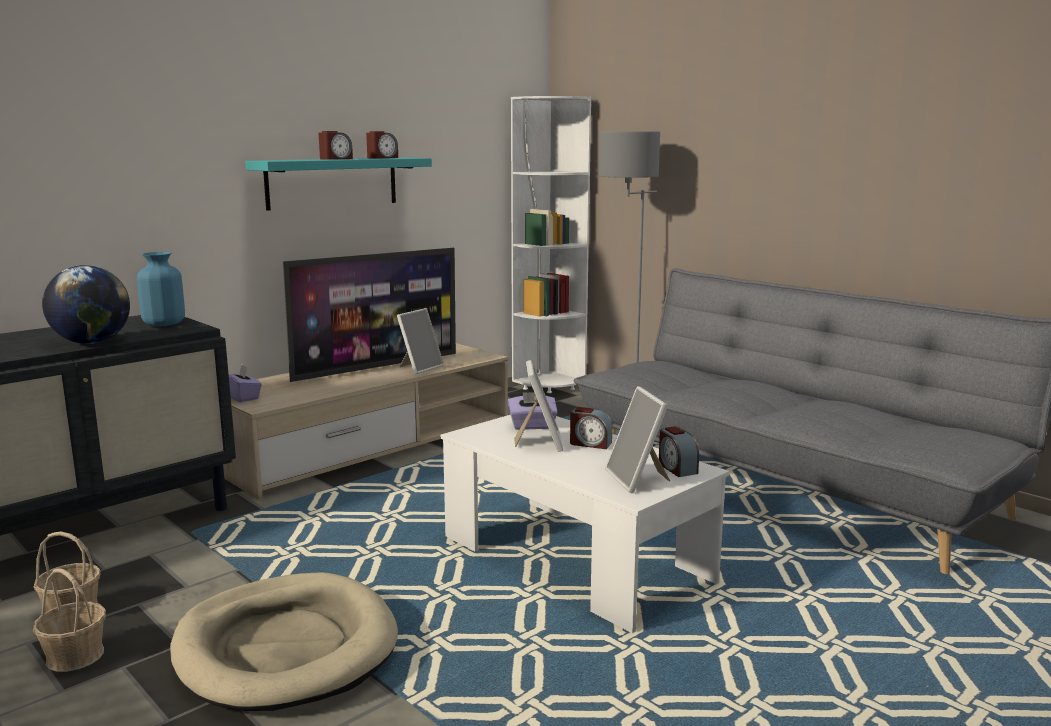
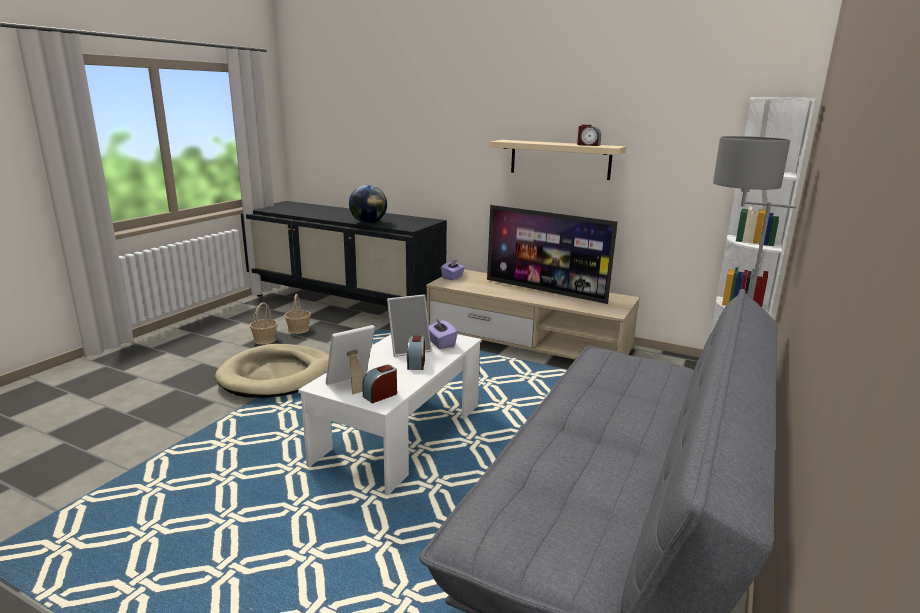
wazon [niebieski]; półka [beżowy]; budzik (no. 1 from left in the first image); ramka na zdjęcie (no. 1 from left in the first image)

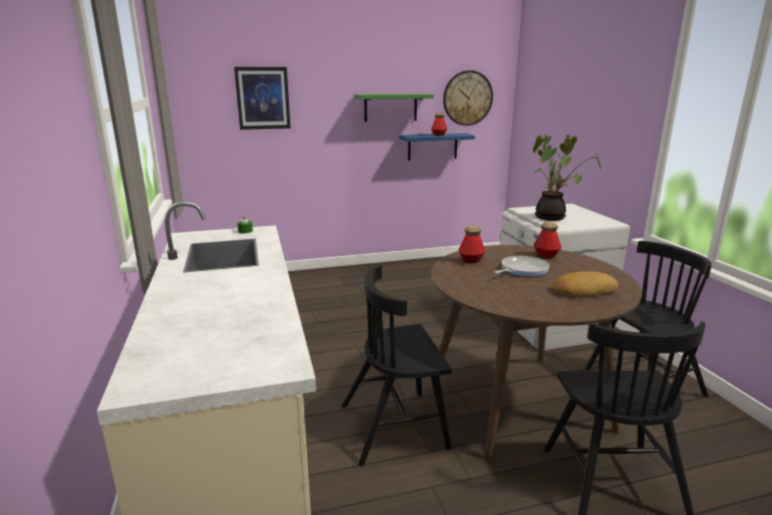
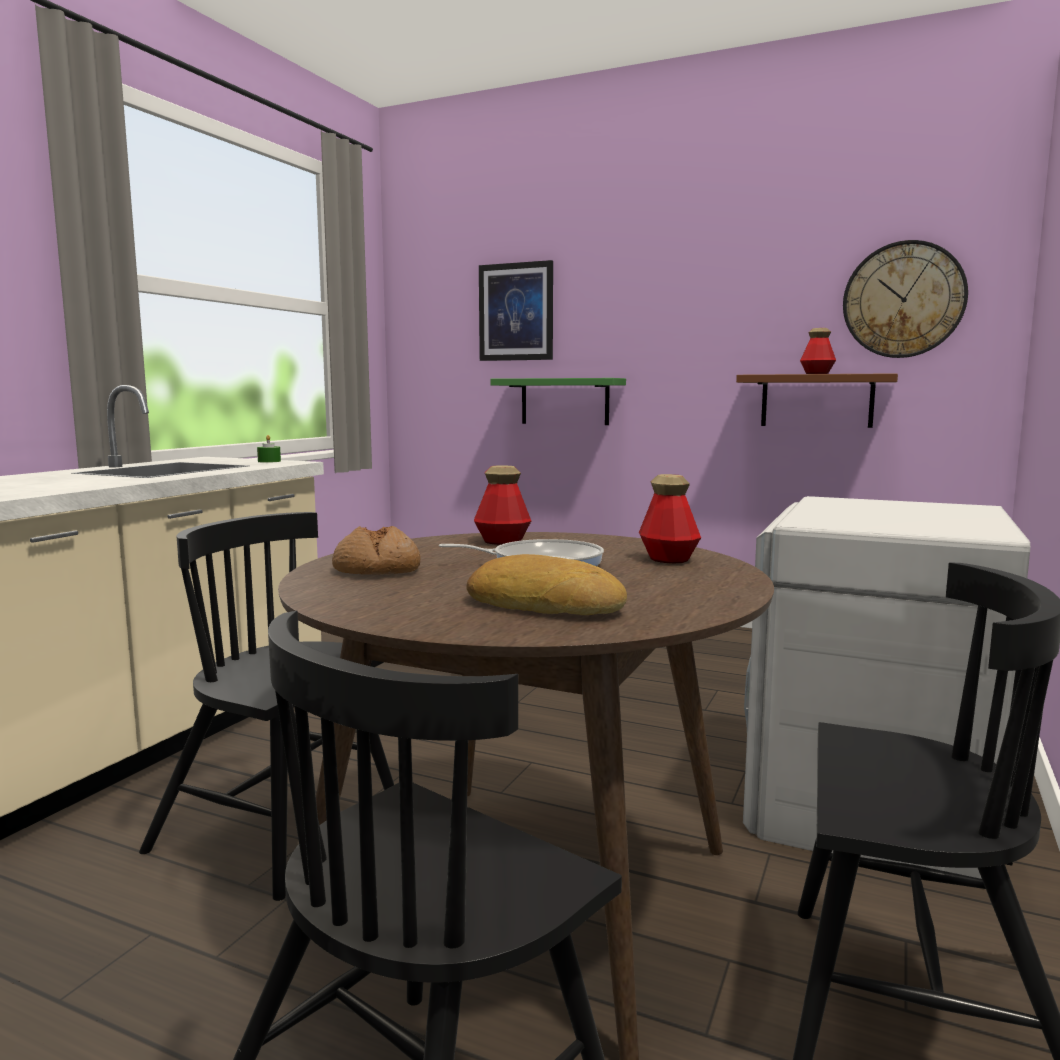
półka [zielony]; półka [brązowy]; roślina doniczkowa; chleb (no. 1 from left)

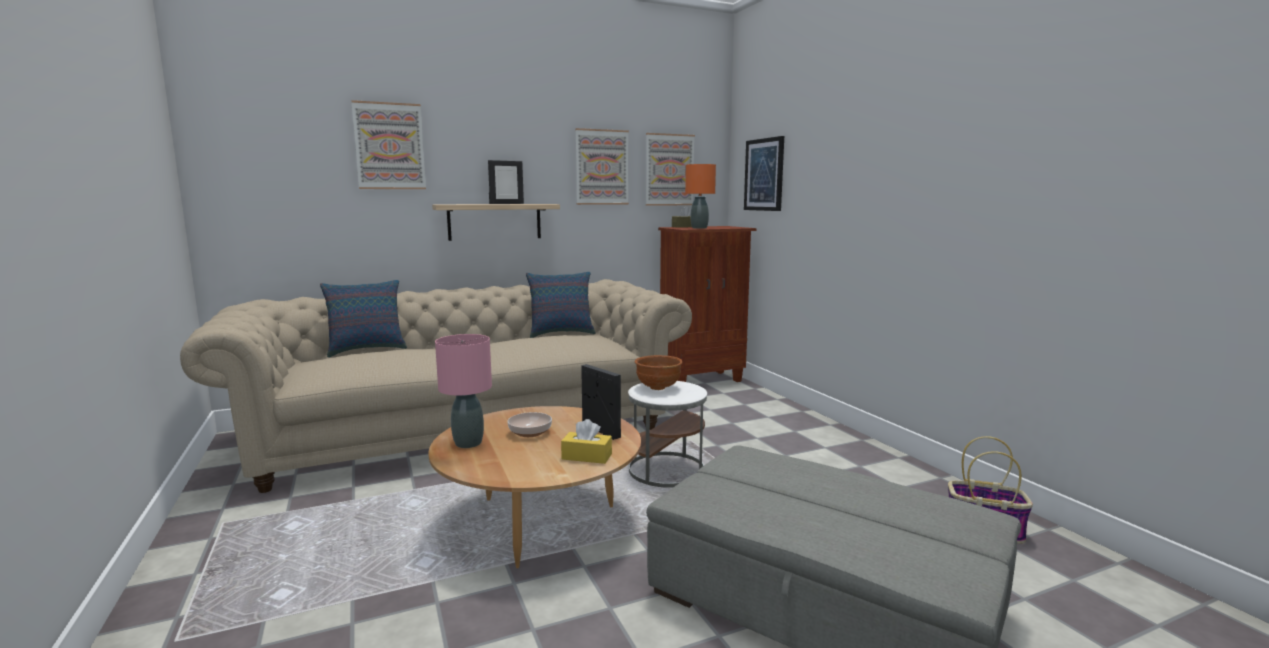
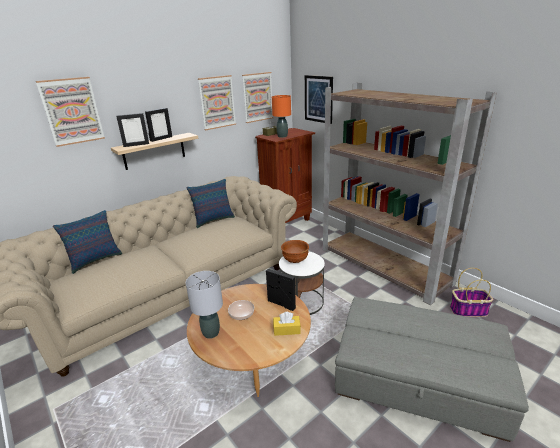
lampa stołowa [szary]; ramka na zdjęcie (no. 1 from left); regał [brązowy]

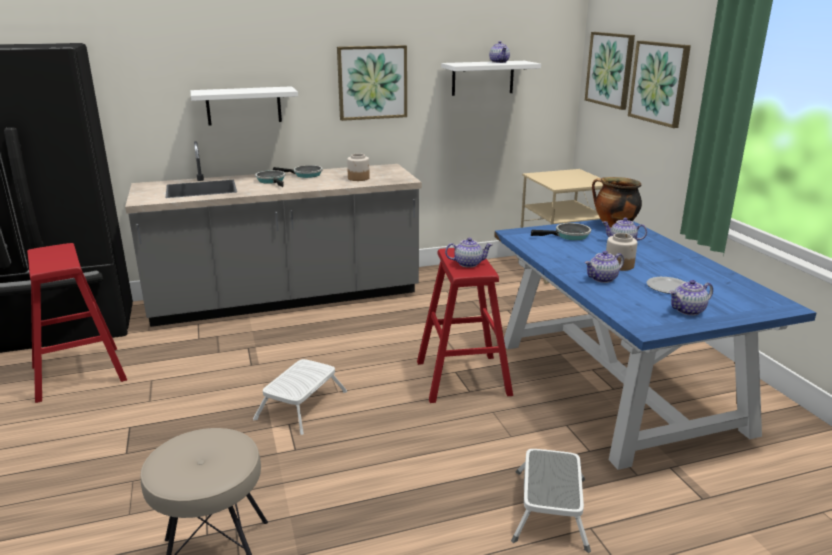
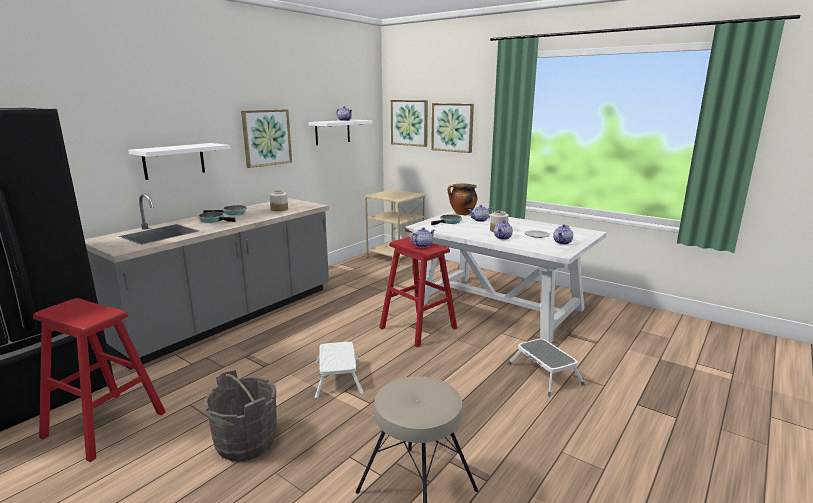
stół jadalny [biały]; wiadro [szary]

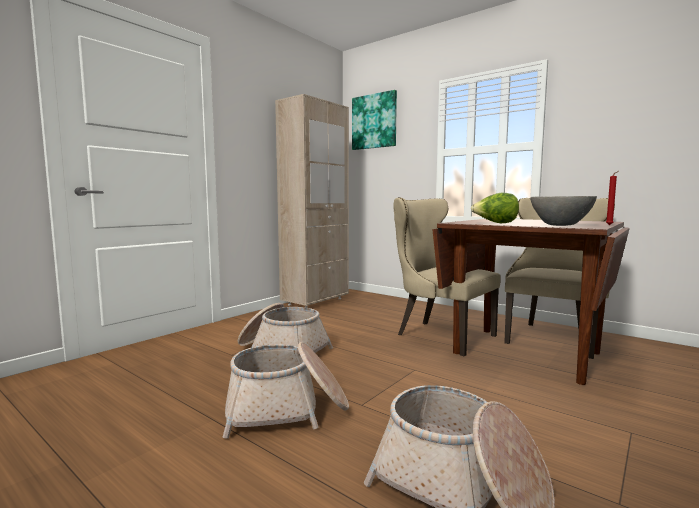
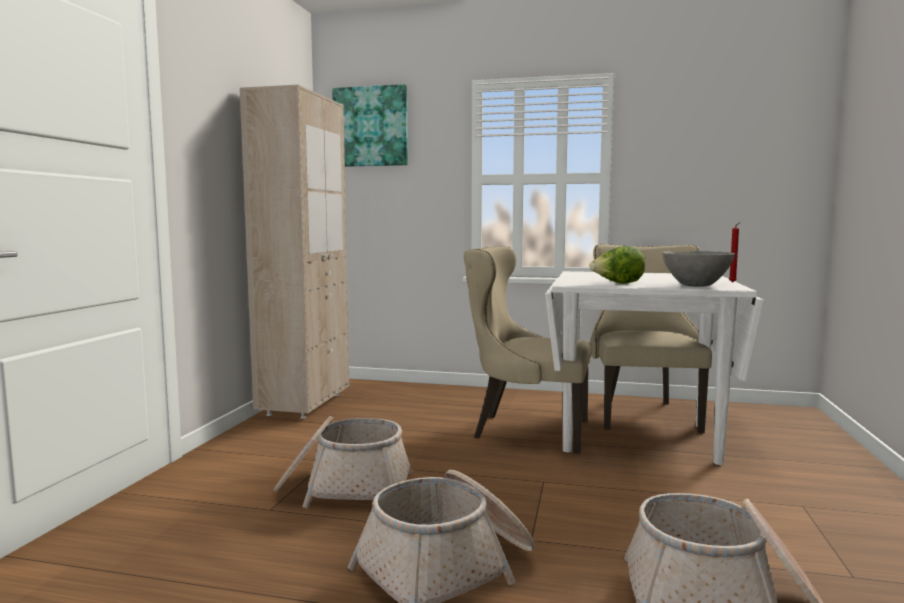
stół jadalny [biały]

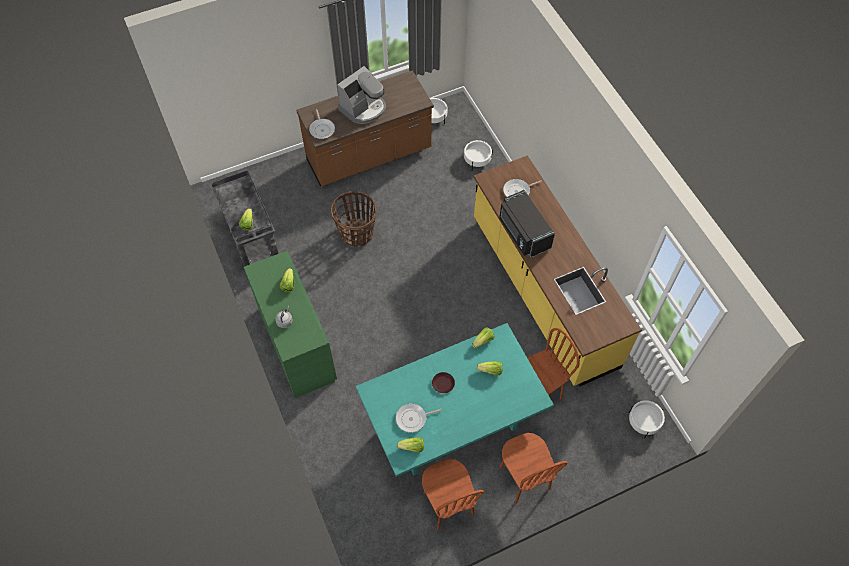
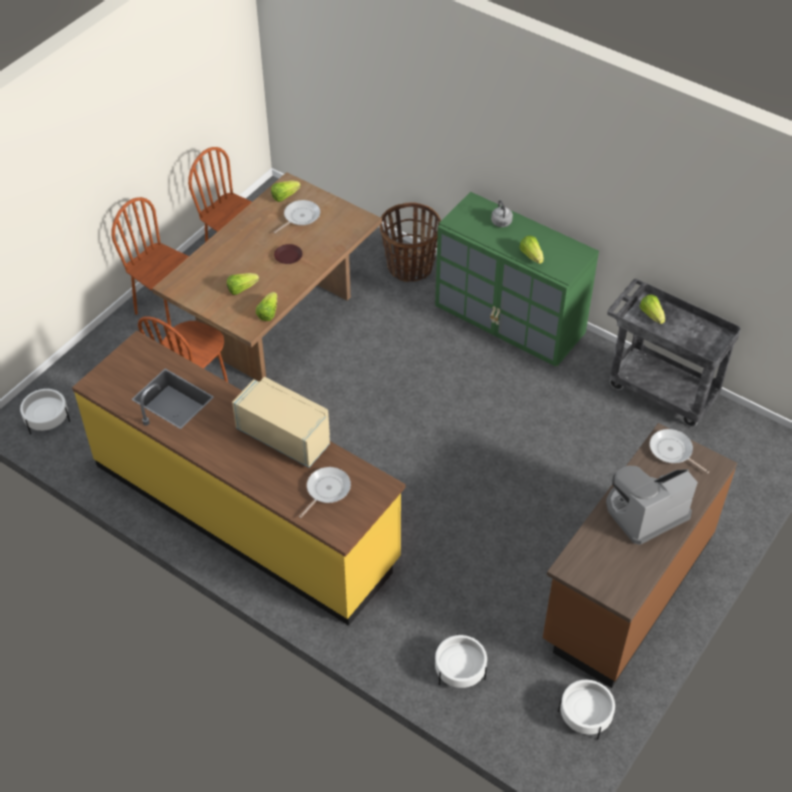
koszyk; ekspres do kawy; stół jadalny [brązowy]; mikrofalówka [beżowy]

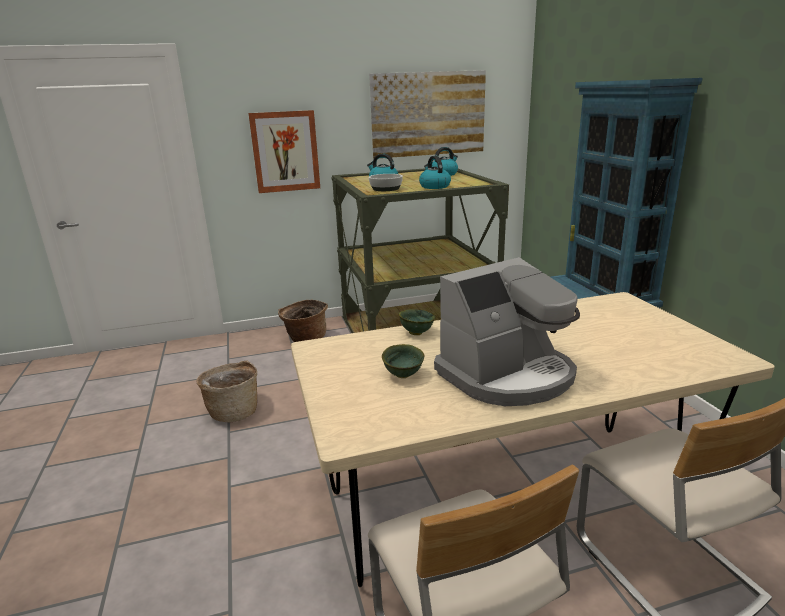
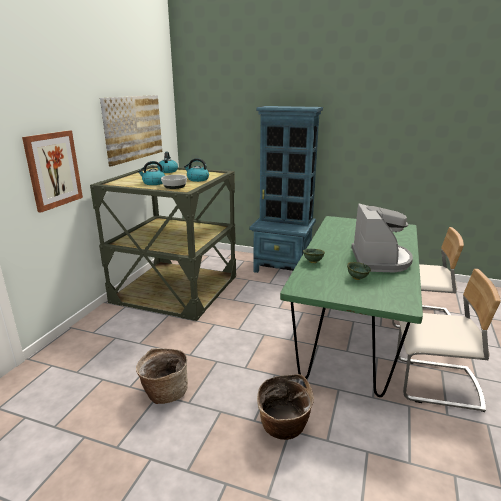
koszyk (no. 2 from left); stół jadalny [zielony]

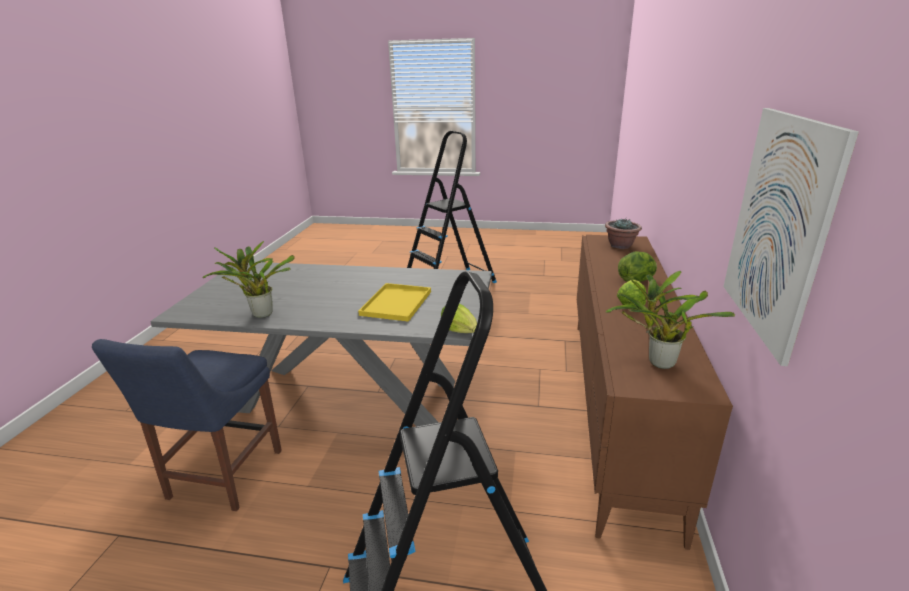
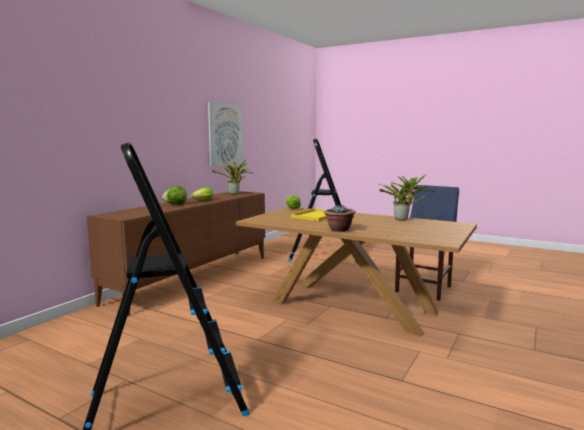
stół jadalny [brązowy]; roślina doniczkowa (no. 2 from left)

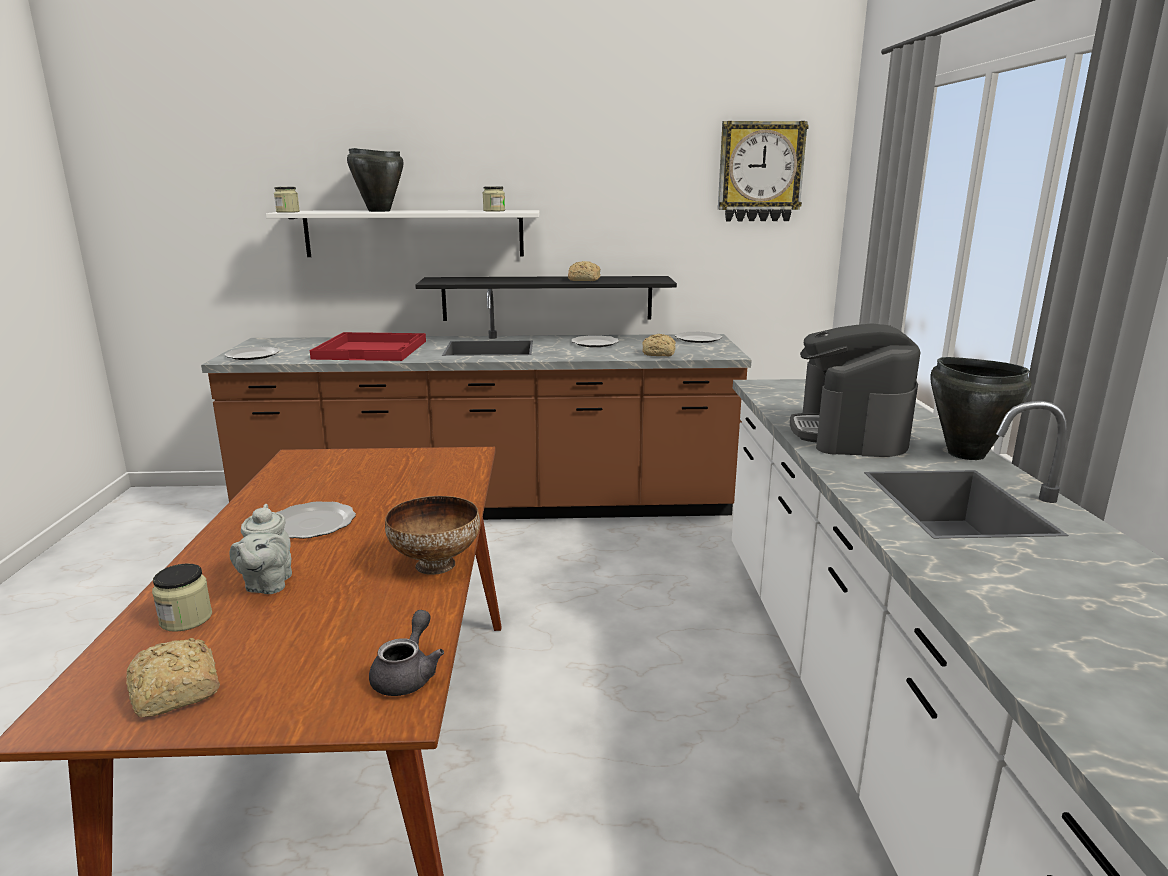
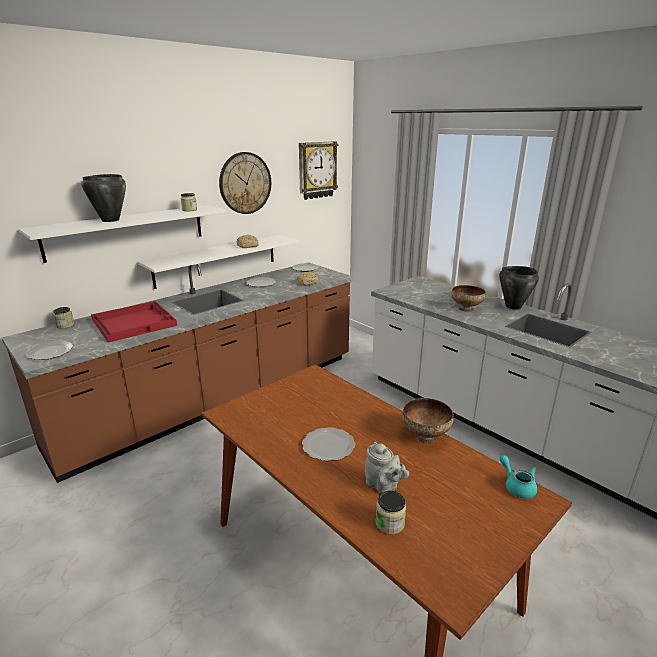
chleb (no. 1 from left in the first image); słoik (no. 1 from left); imbryk [turkusowy]; półka [biały] (no. 2 from left); miska (no. 2 from left); zegar ścienny (no. 1 from left)

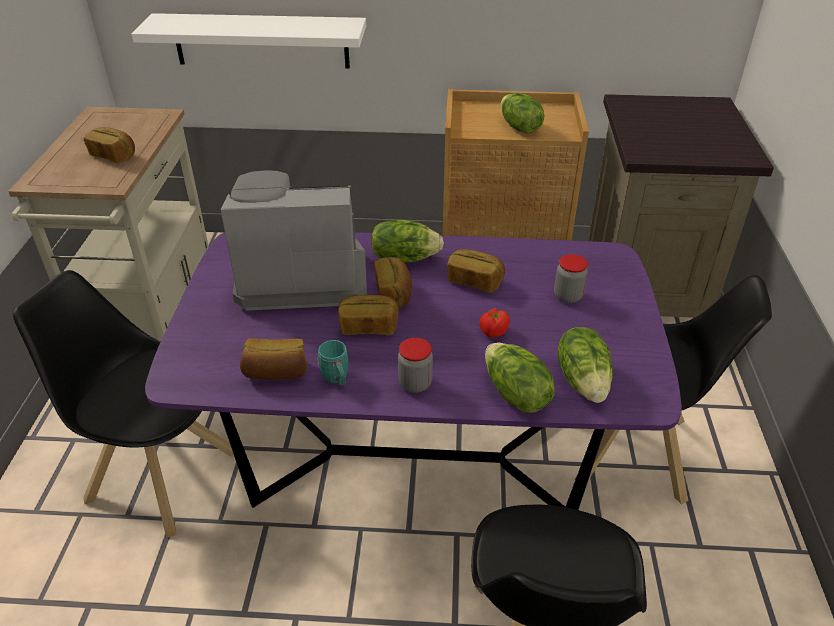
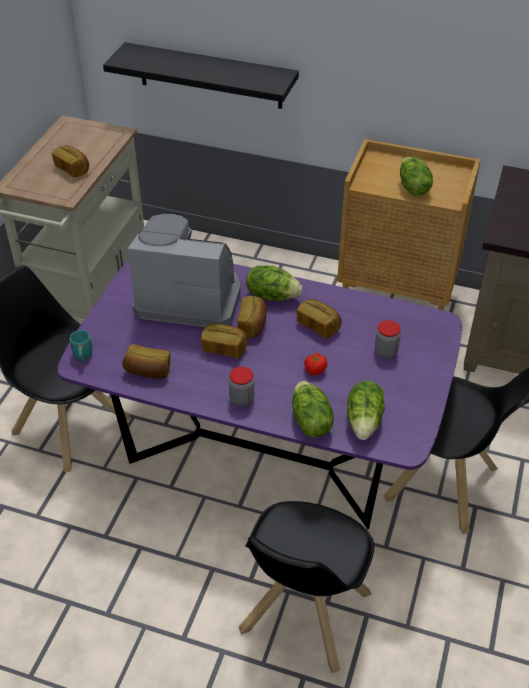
półka [czarny]; kubek [turkusowy]

